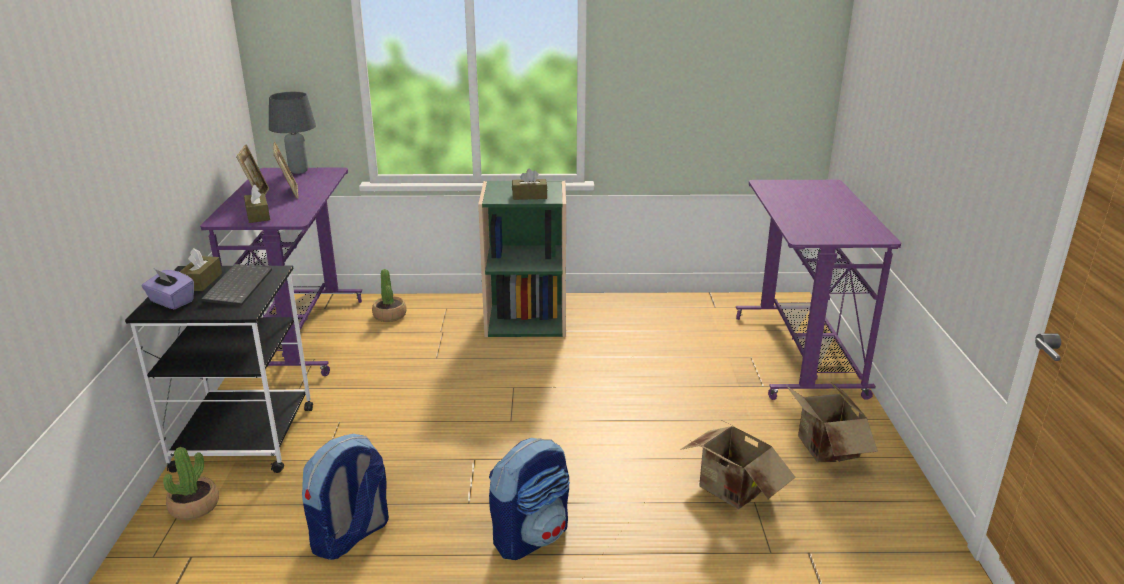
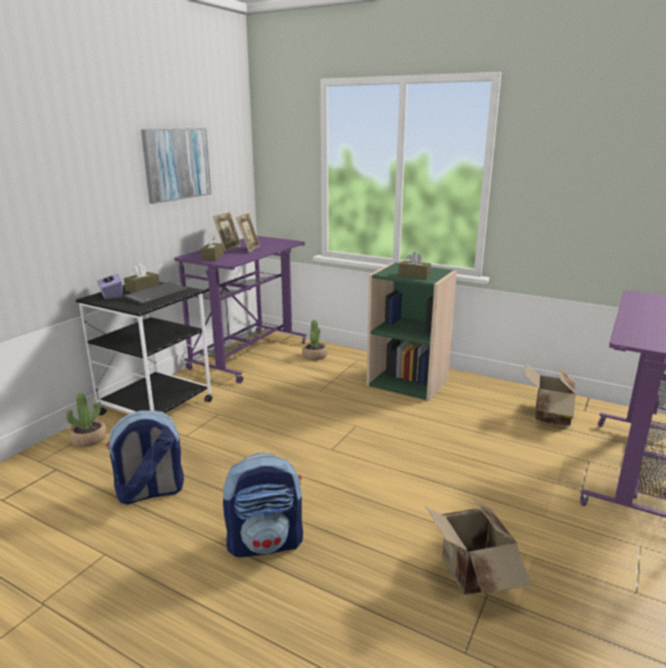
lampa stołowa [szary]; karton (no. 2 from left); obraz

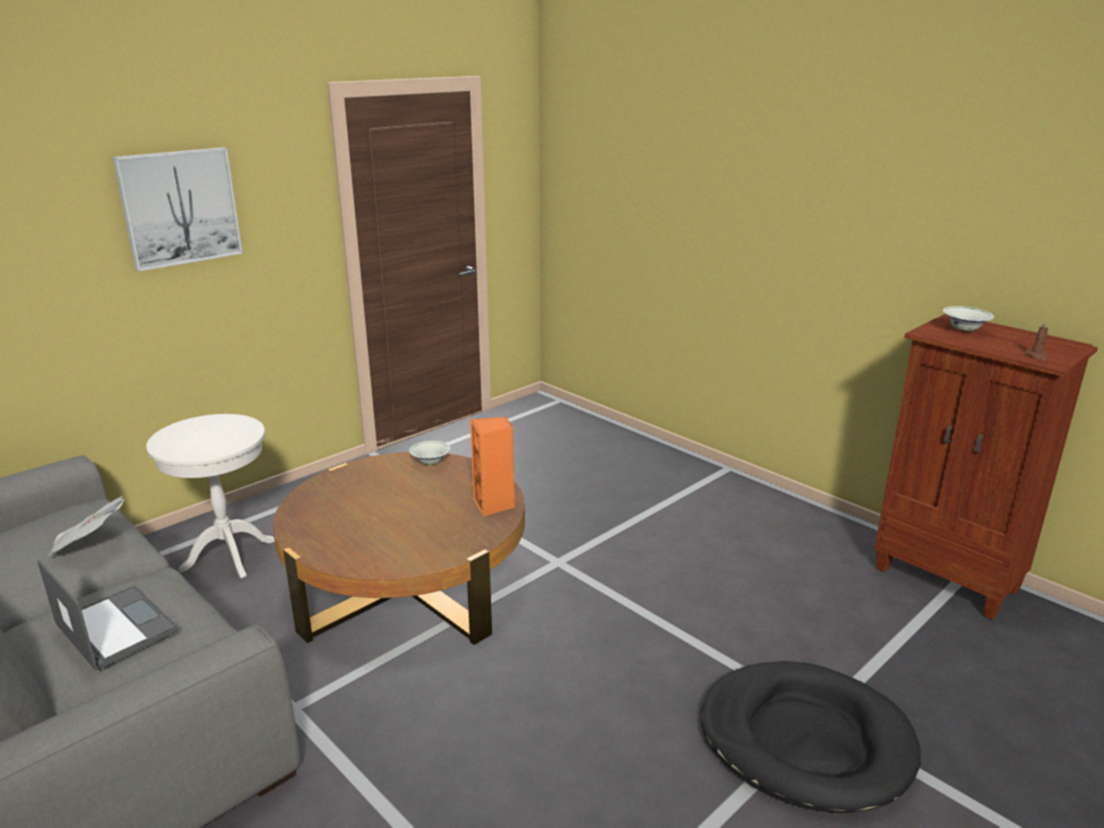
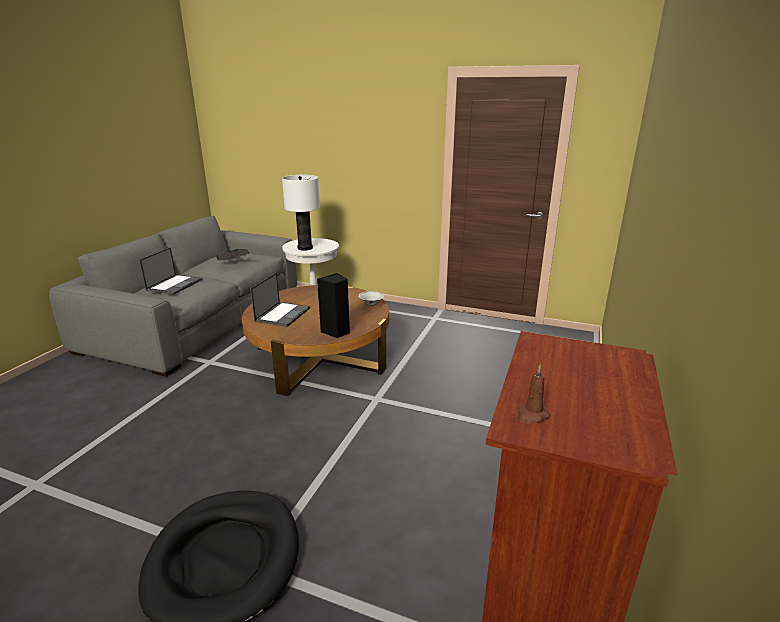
obraz; głośnik [czarny]; miska [biały] (no. 2 from left in the first image); laptop (no. 2 from left); lampa stołowa [biały]

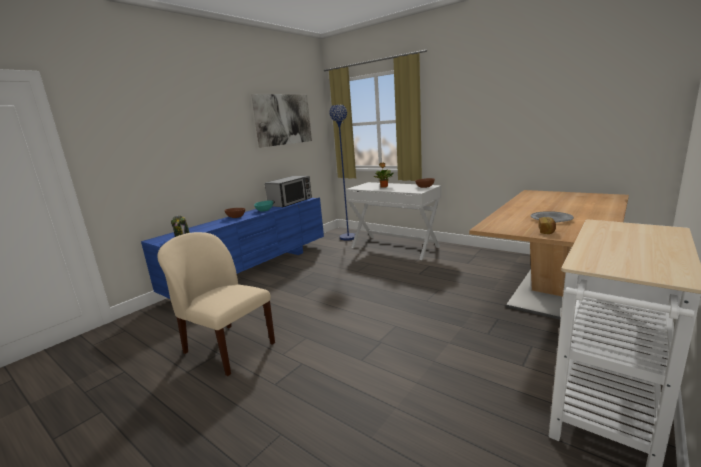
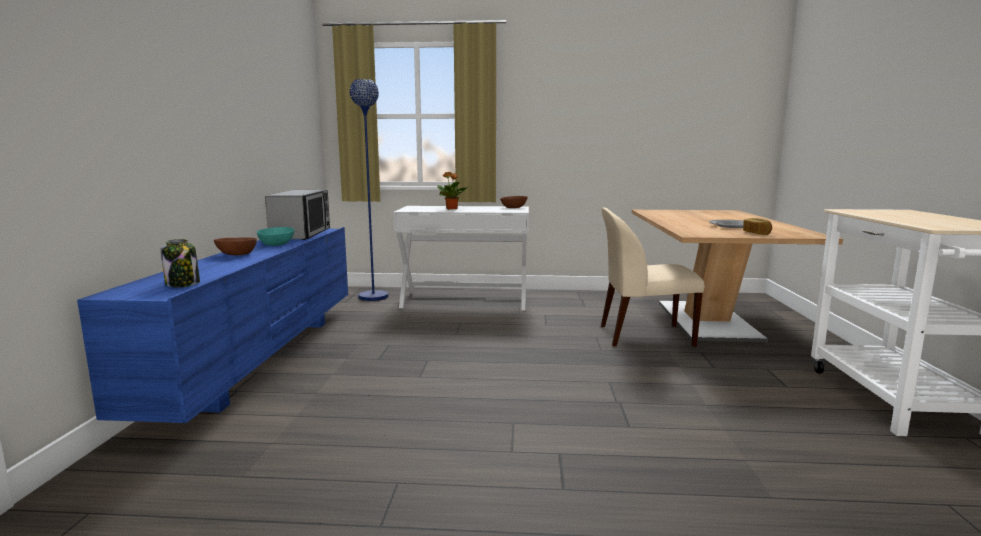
krzesło [beżowy]; obraz

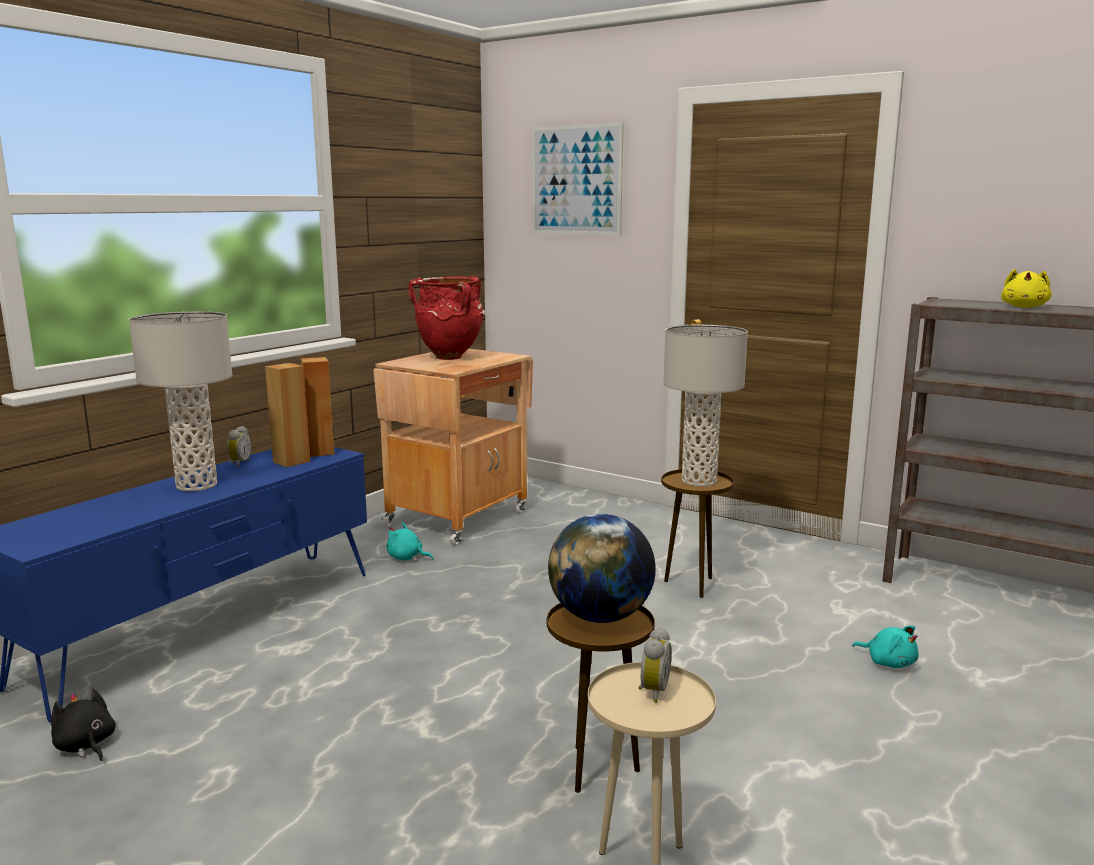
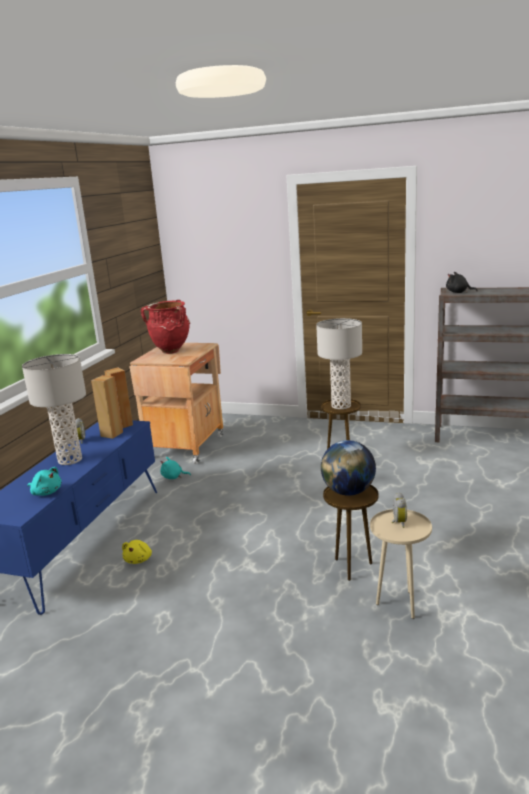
pluszak [czarny]; obraz; pluszak [turkusowy] (no. 1 from left); pluszak [żółty]

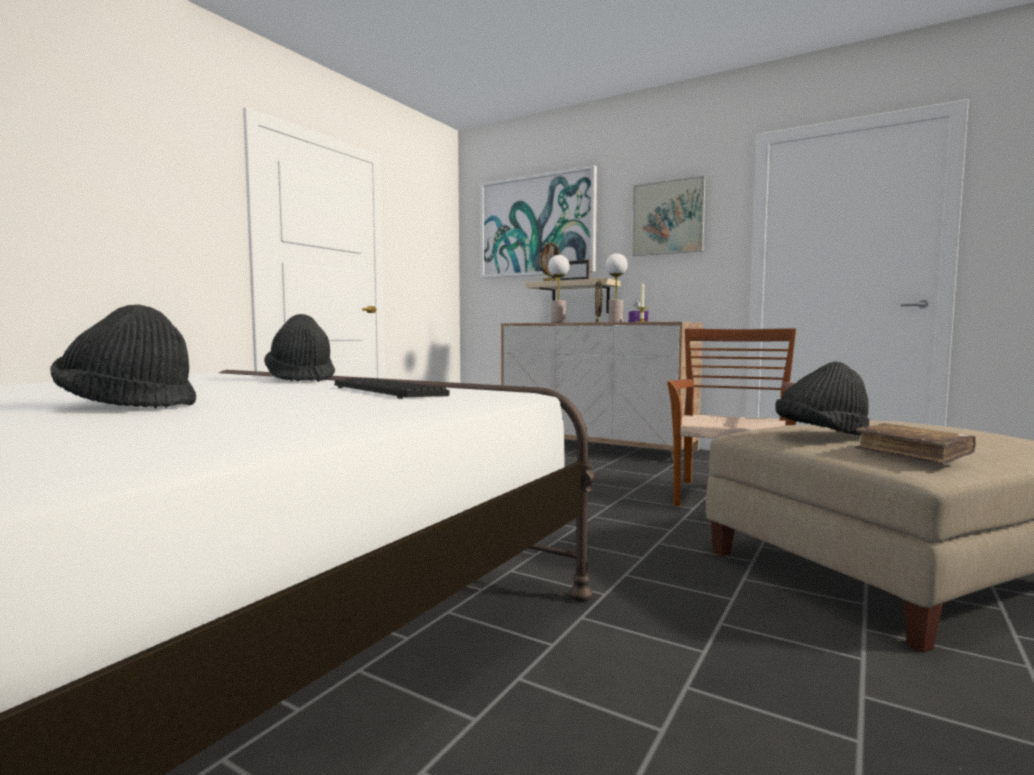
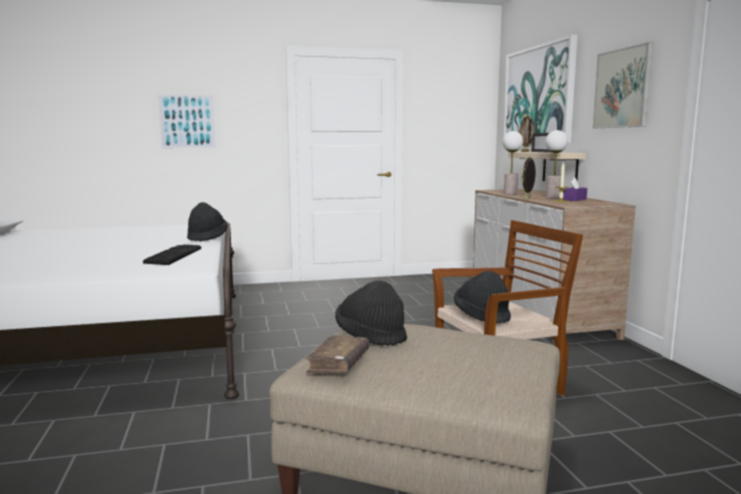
kapelusz [czarny] (no. 3 from left); obraz (no. 1 from left)

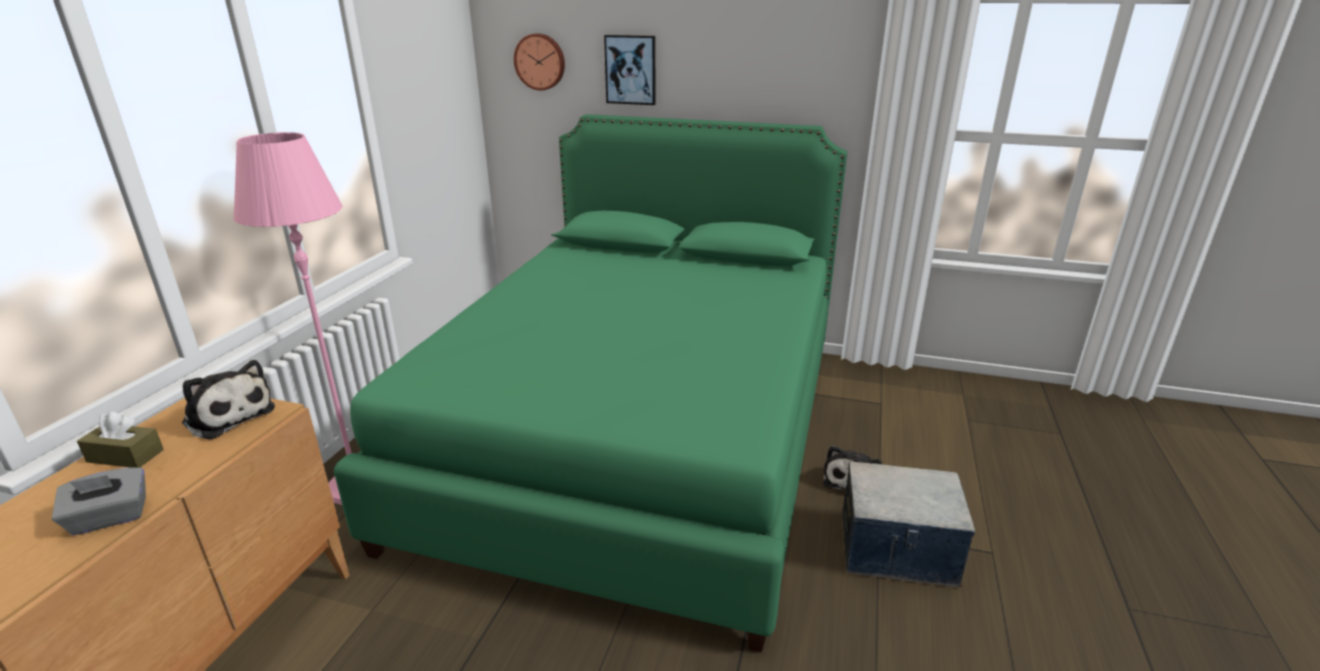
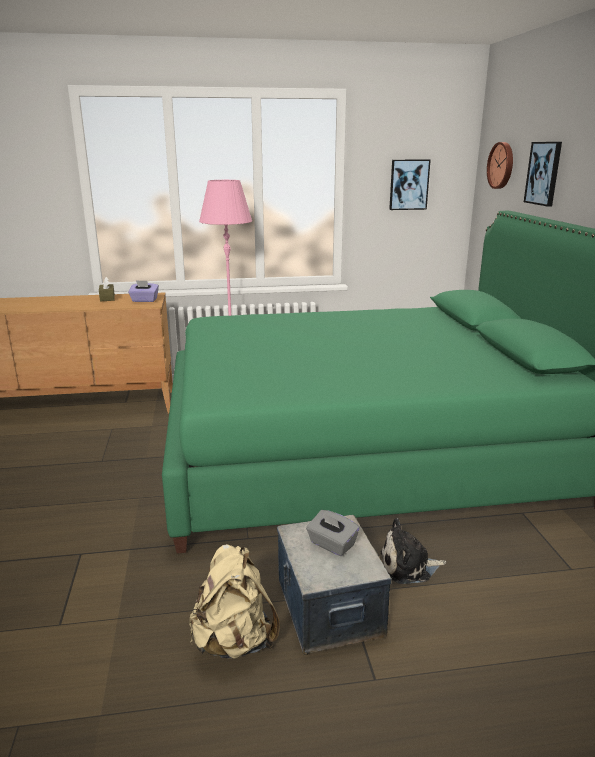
pudełko chusteczek [szary]; pudełko chusteczek [fioletowy]; plecak [beżowy]; obraz (no. 1 from left)

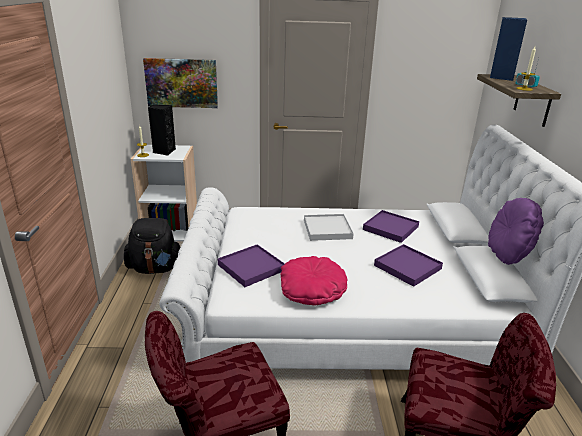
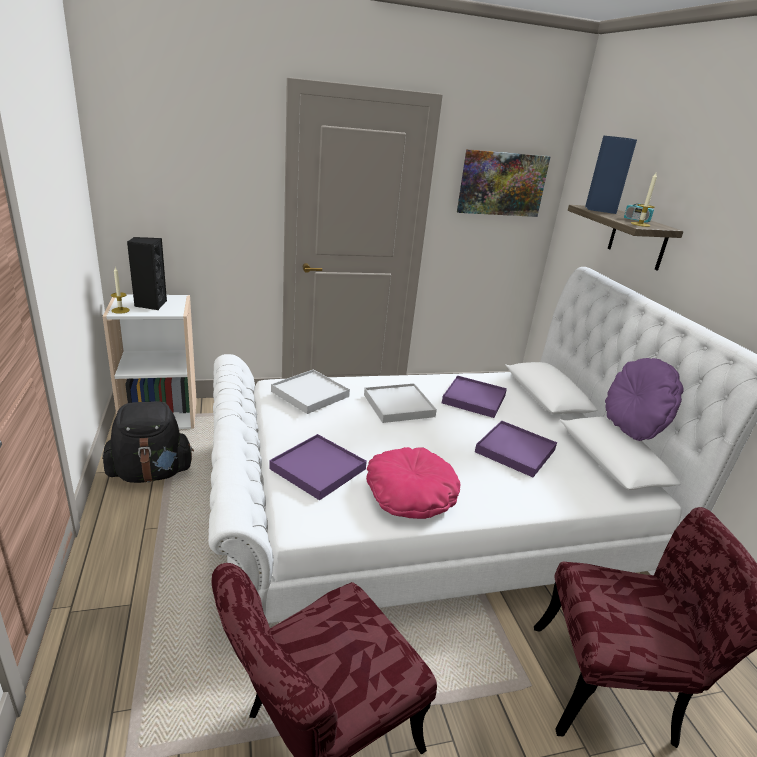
obraz; taca [biały] (no. 1 from left)

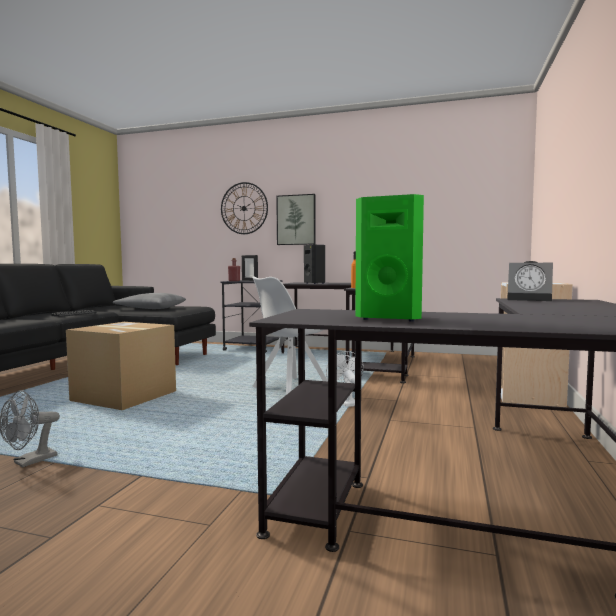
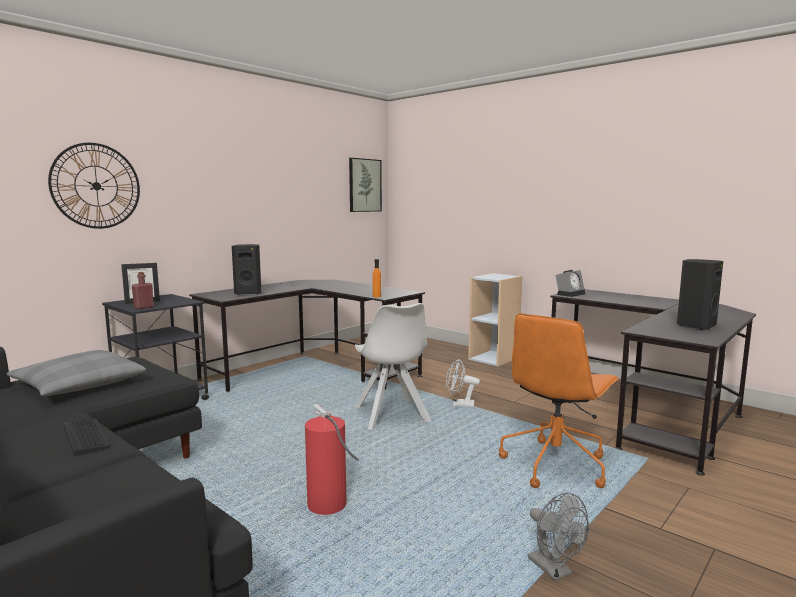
gaśnica; obraz; głośnik [czarny] (no. 2 from left); krzesło biurowe [pomarańczowy]

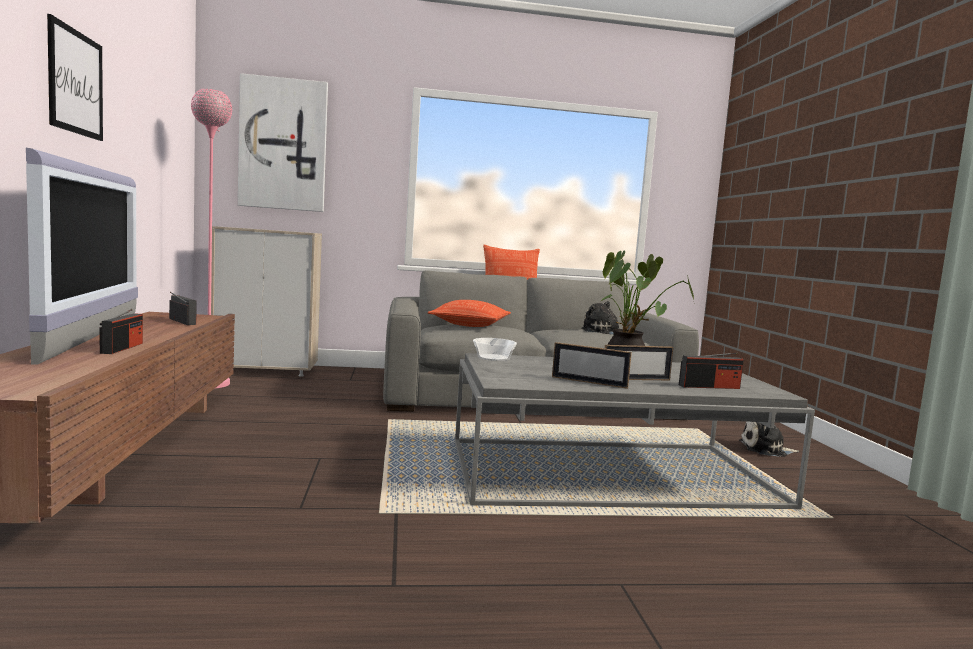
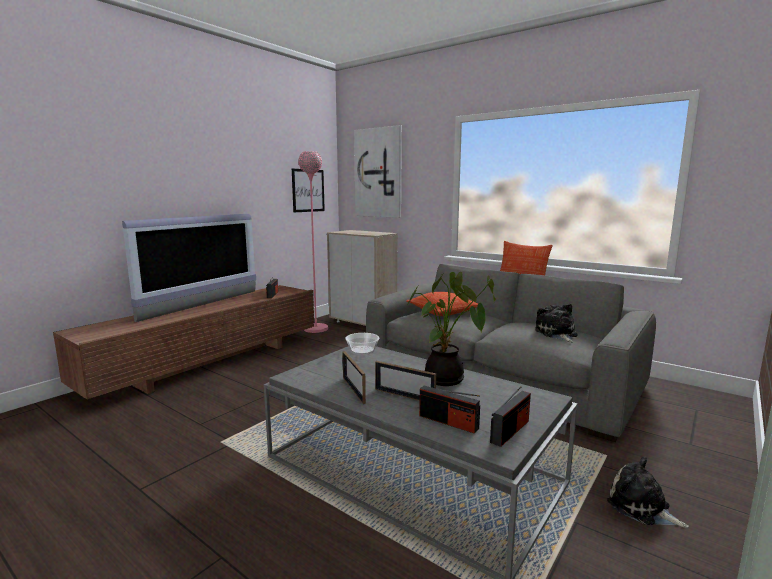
obraz (no. 1 from left); radio (no. 3 from left)

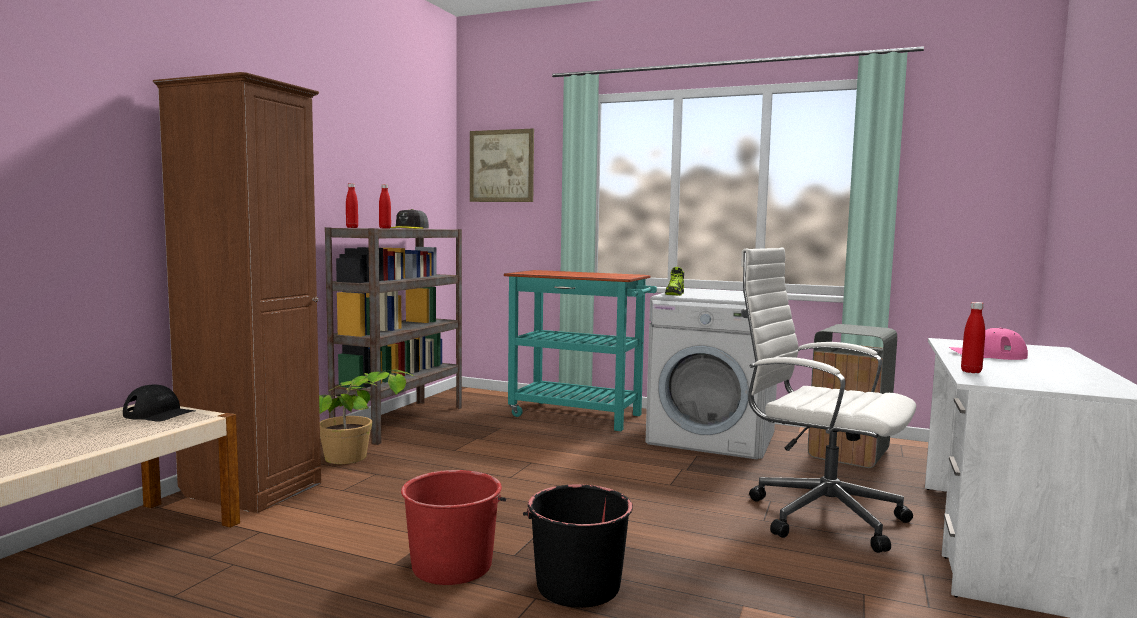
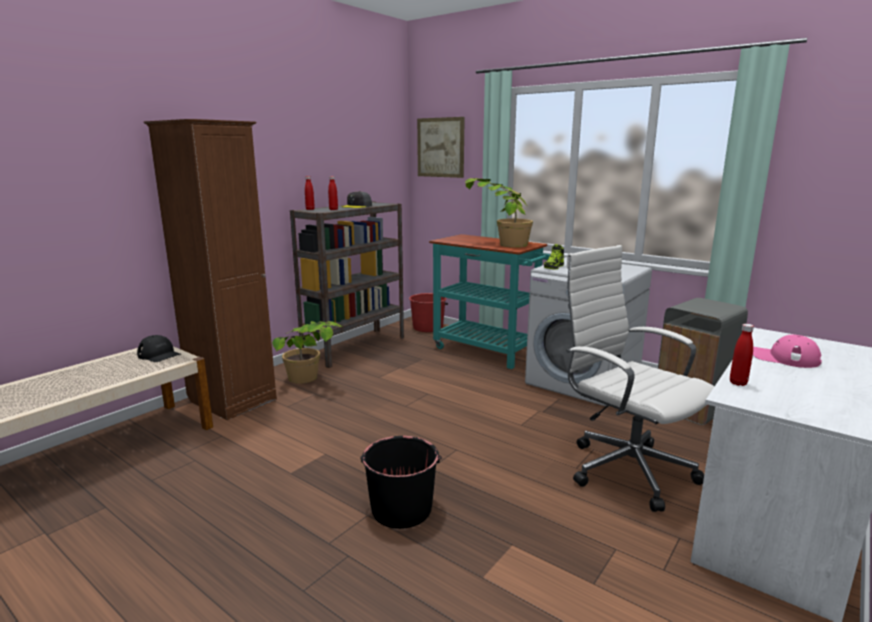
wiadro [czerwony]; roślina doniczkowa (no. 2 from left)

